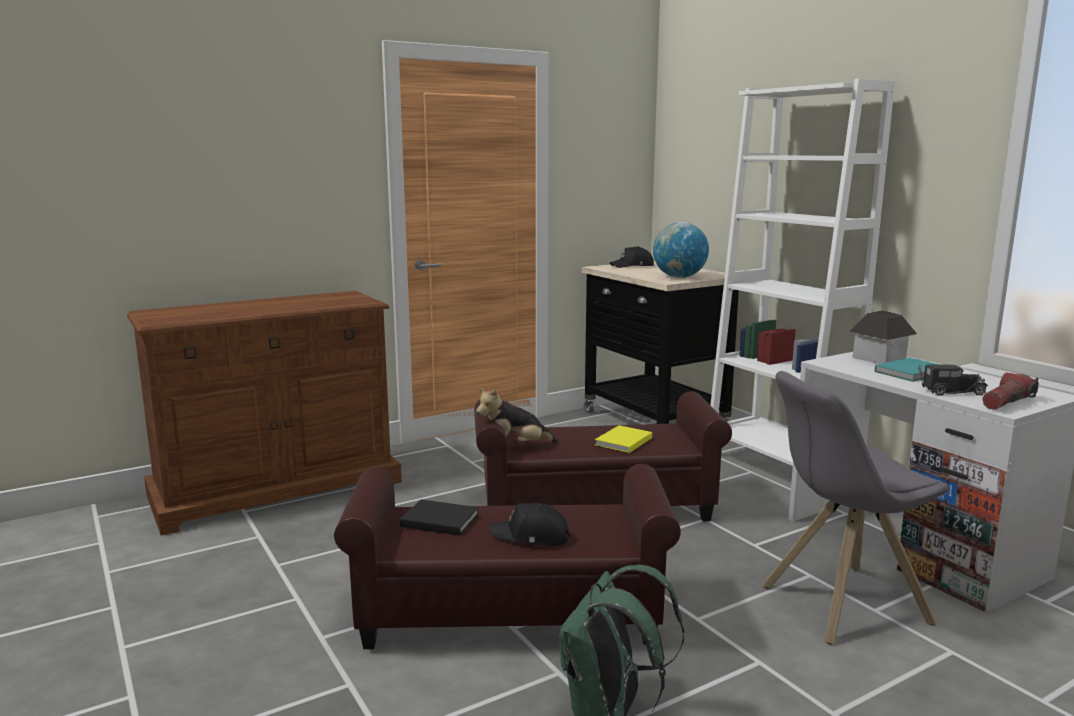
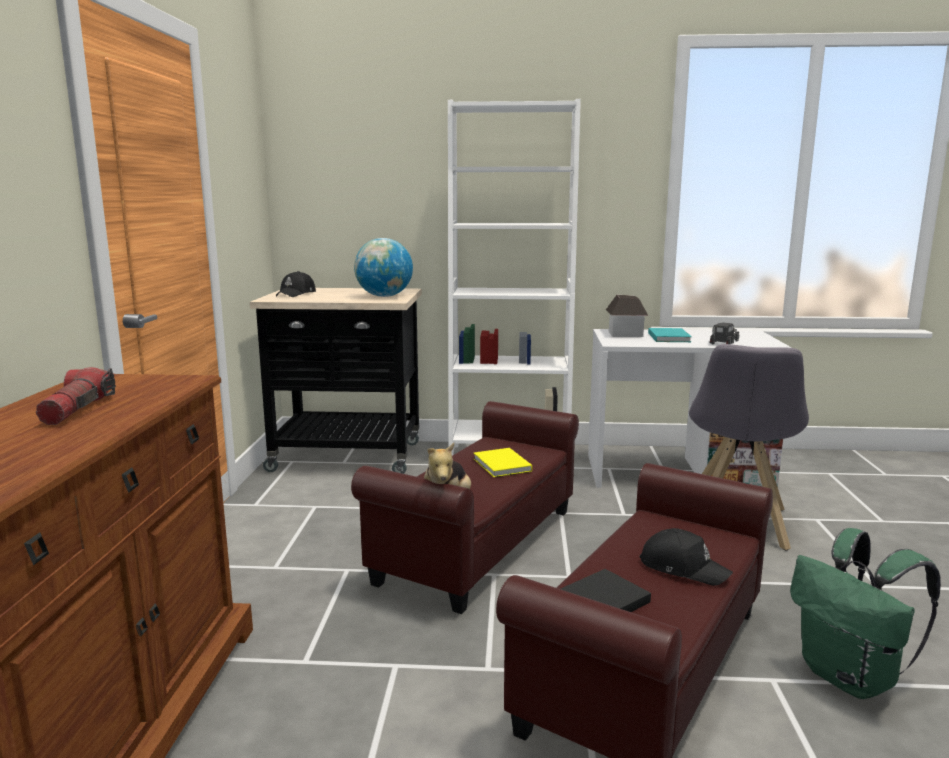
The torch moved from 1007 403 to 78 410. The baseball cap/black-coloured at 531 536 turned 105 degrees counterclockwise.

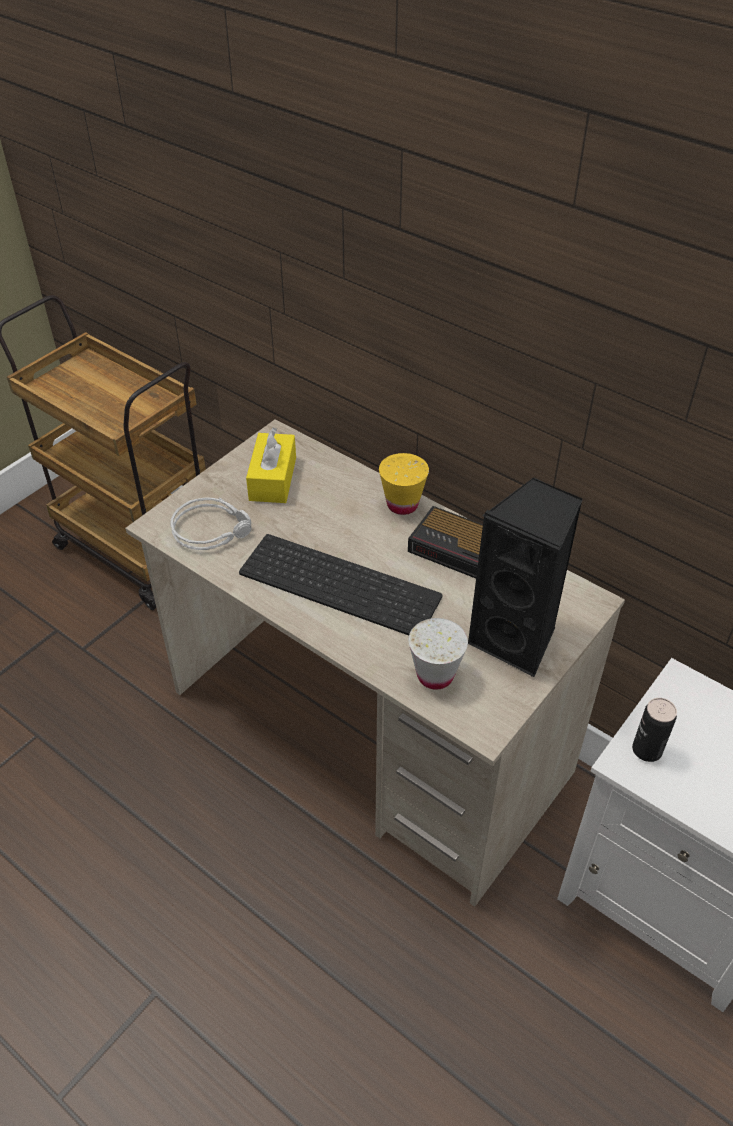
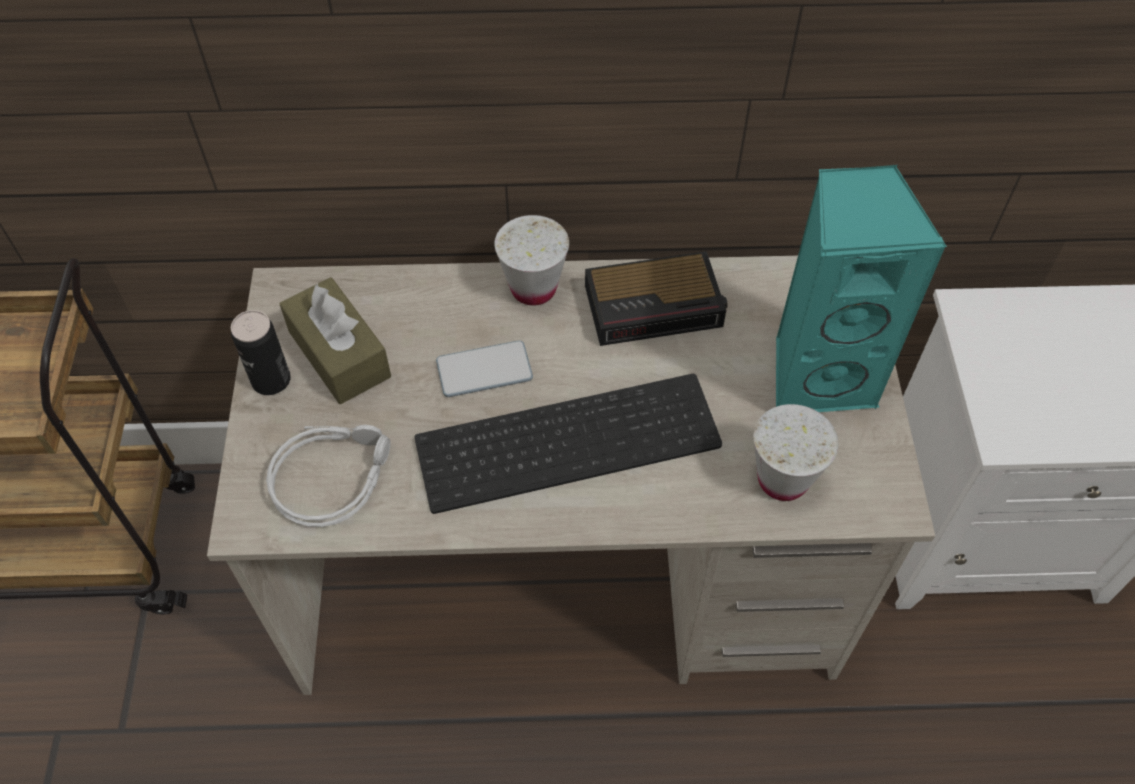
The handset at 484 370 appeared. The sealed can moved from 647 750 to 271 380. The box of tissues/yellow-coloured at 273 479 became the box of tissues/brownish at 339 354. The cup/yellow-coloured at 402 504 became the cup/white-coloured at 533 288. The speaker/black-coloured at 517 640 became the speaker/blue-green at 818 375.

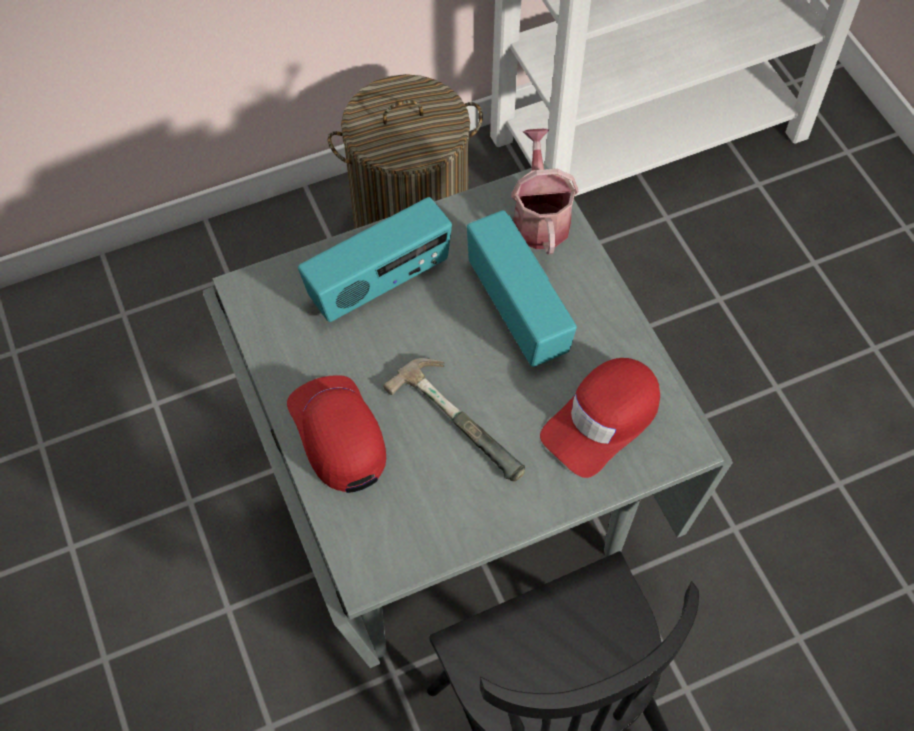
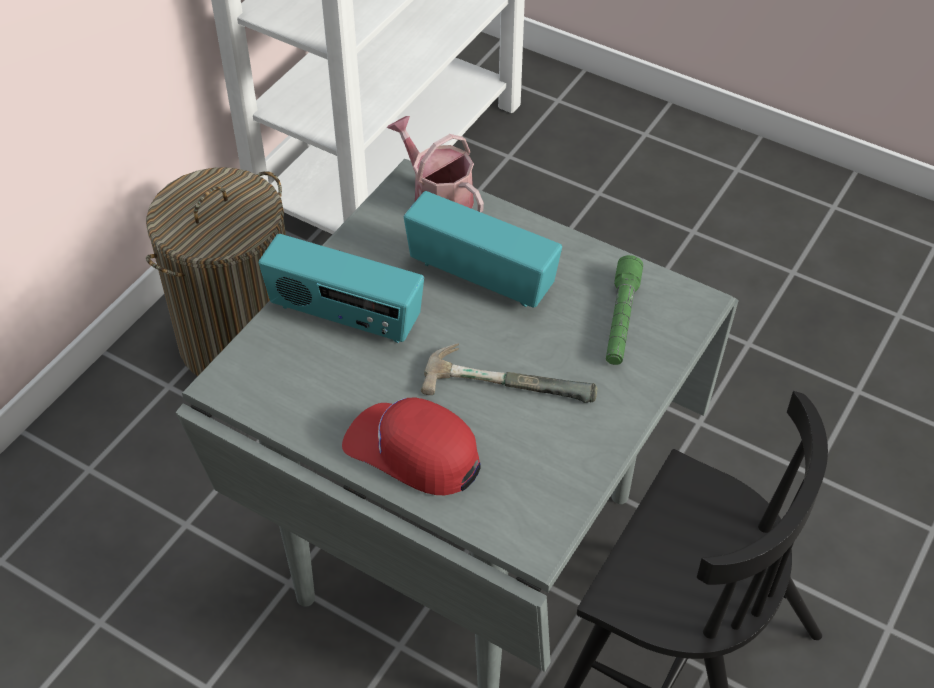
The baseball cap/red-coloured at 603 420 was replaced by the torch/greenish at 621 319. The radio at 380 283 turned 90 degrees clockwise.

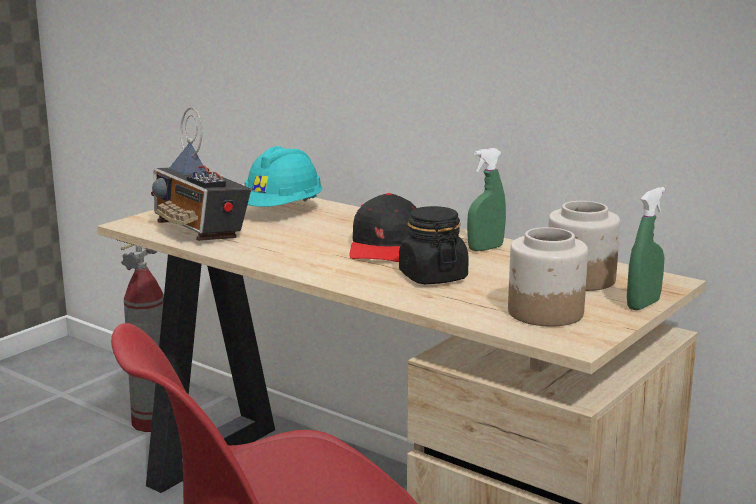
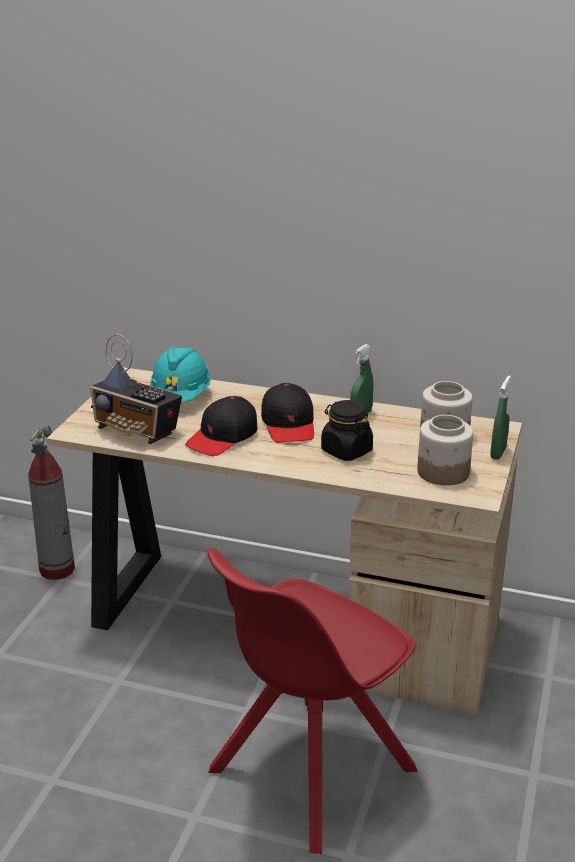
The baseball cap/black-coloured at 223 437 appeared.

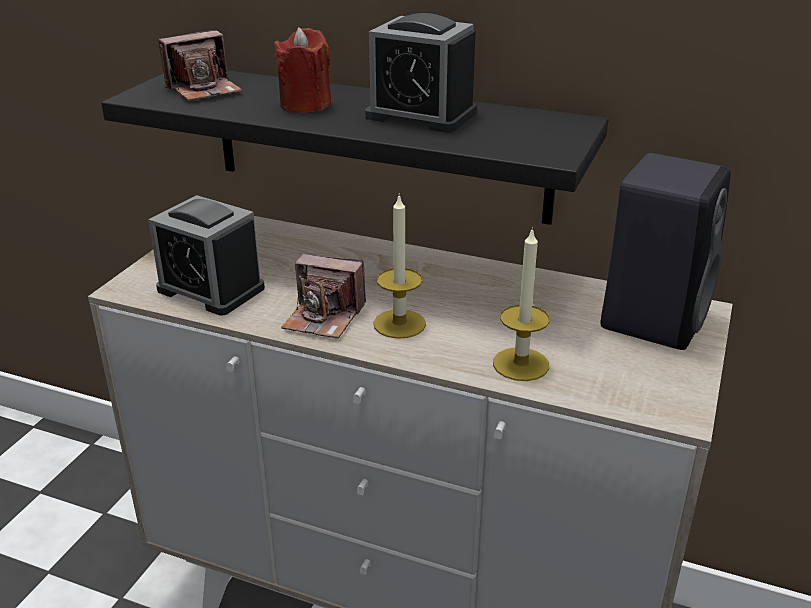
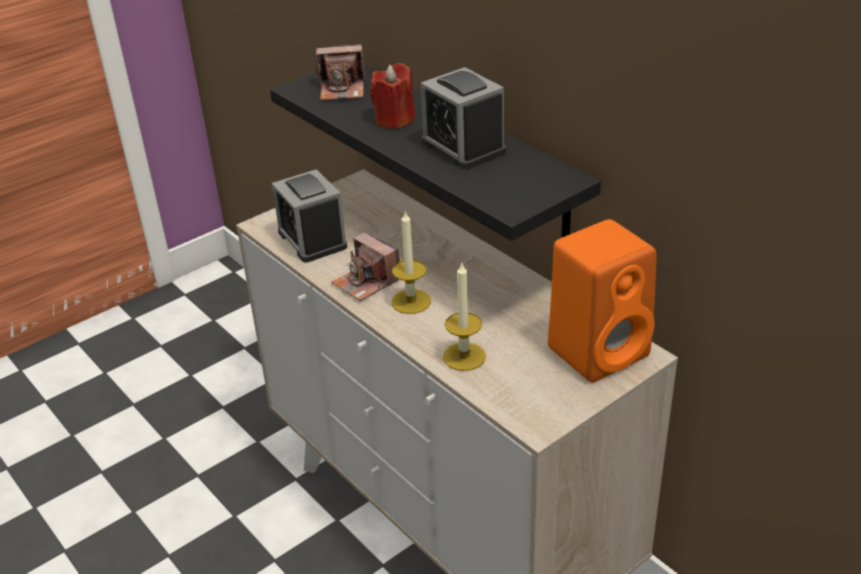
The speaker/black-coloured at 654 317 became the speaker/orange at 600 350.

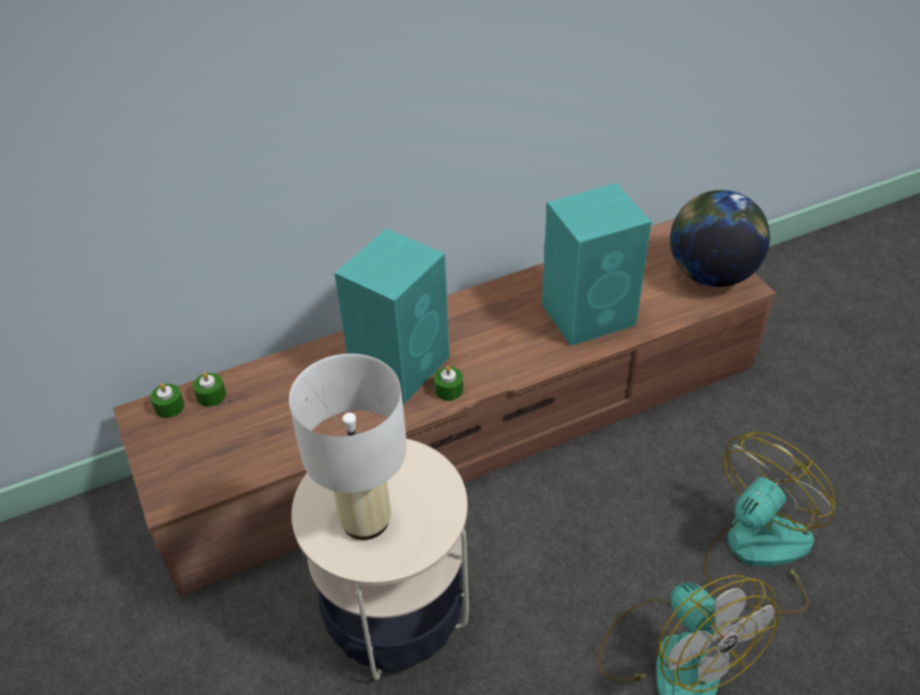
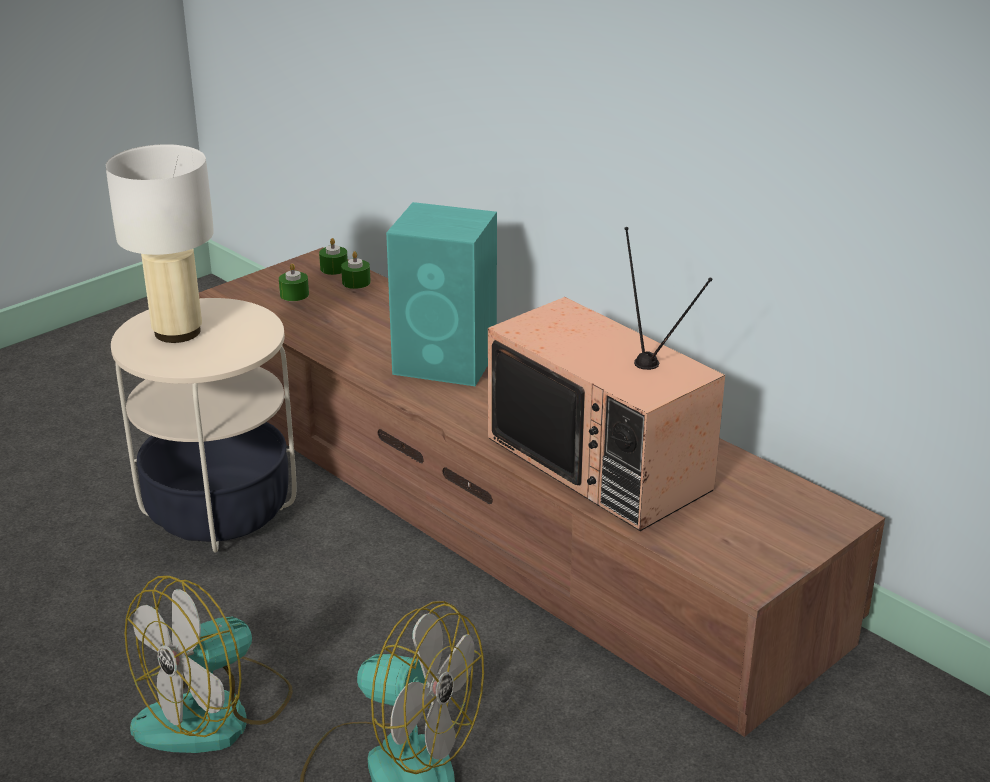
The world globe at 711 274 disappeared. The wax candle/greenish moved from 449 390 to 294 294. The speaker/blue-green at 590 314 was replaced by the TV at 604 463.

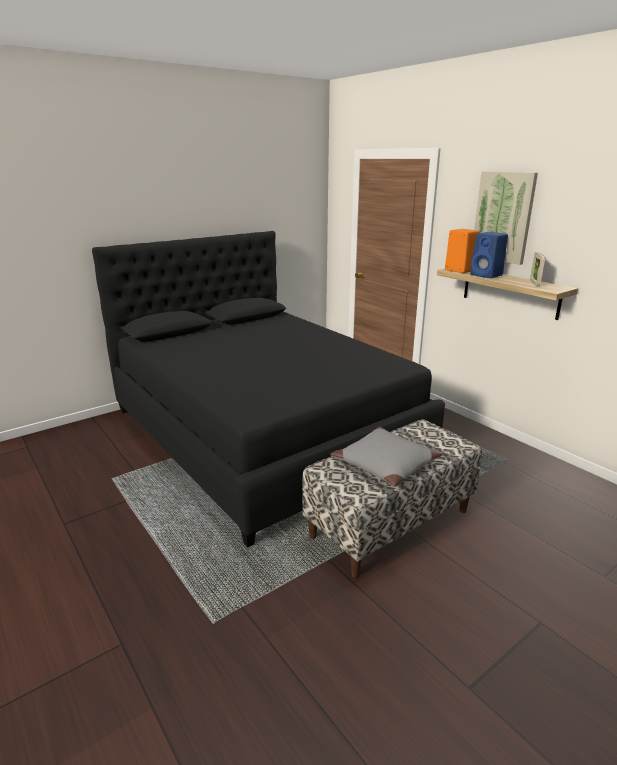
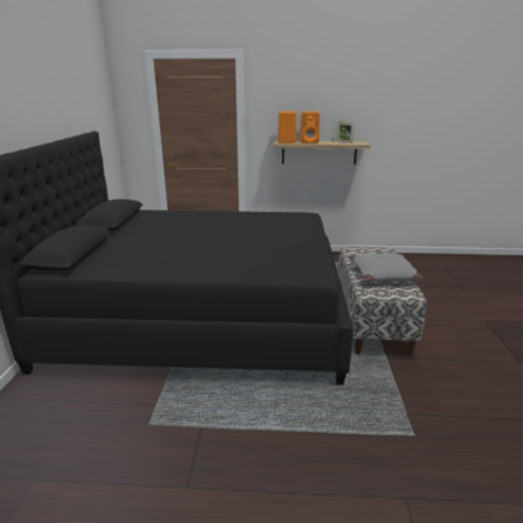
The wall picture at 503 217 disappeared. The speaker/blue at 487 275 became the speaker/orange at 309 142.

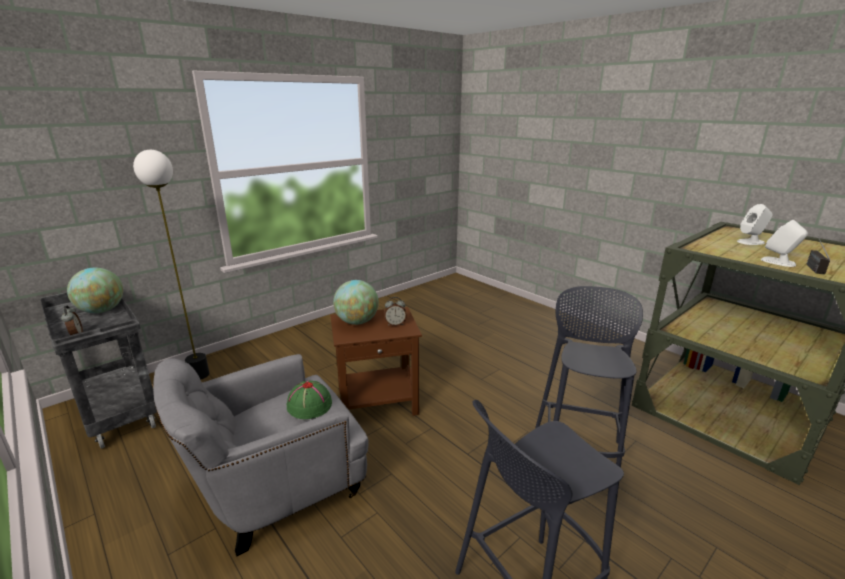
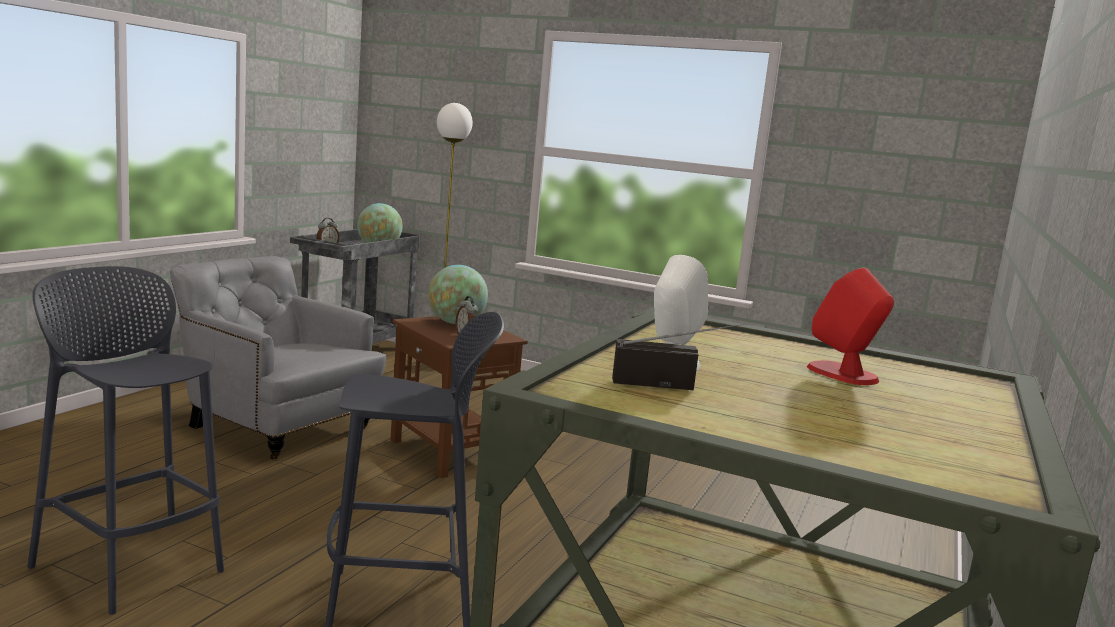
The wearable hat/greenish at 309 405 disappeared. The speaker/white-coloured at 751 242 became the speaker/red-coloured at 843 374.

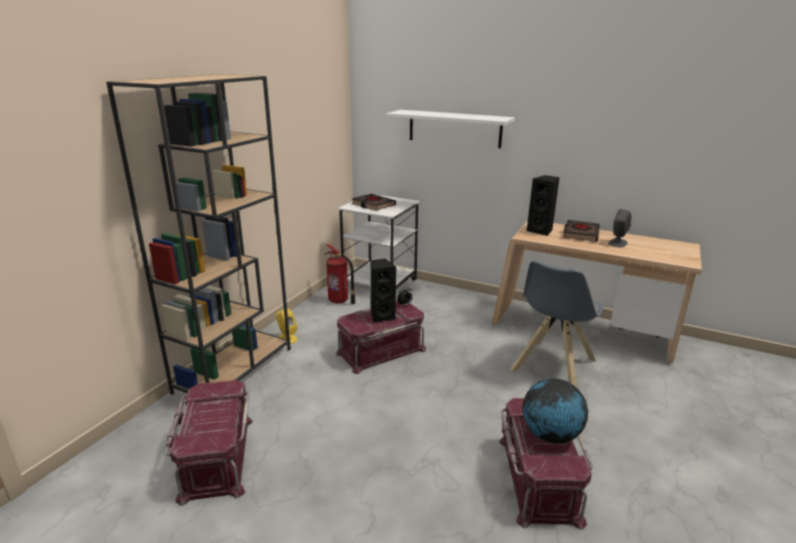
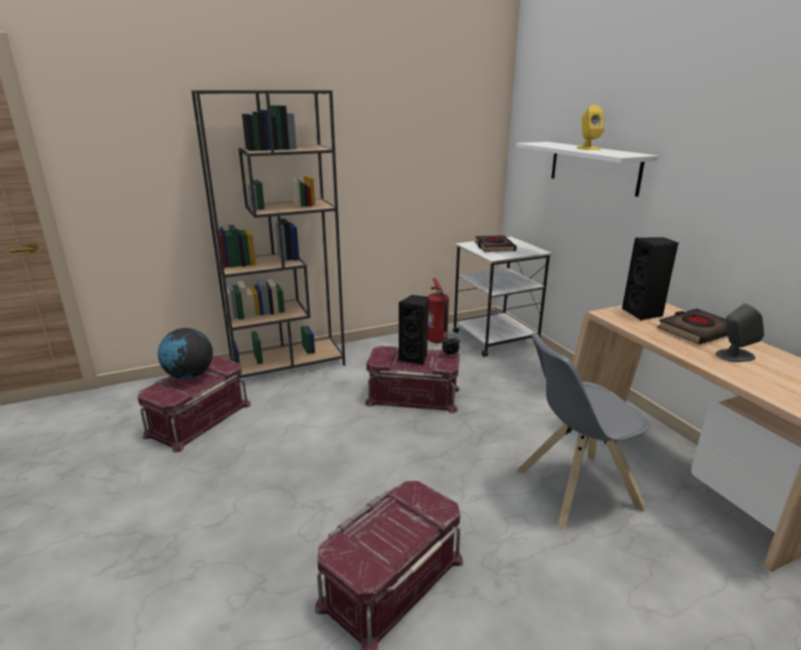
The speaker/yellow-coloured moved from 287 338 to 588 148. The world globe moved from 550 435 to 189 376.

